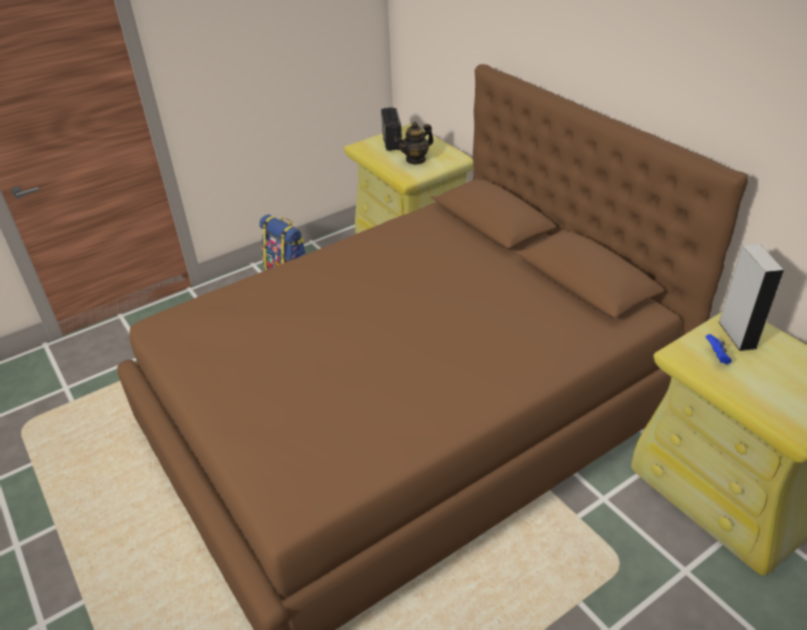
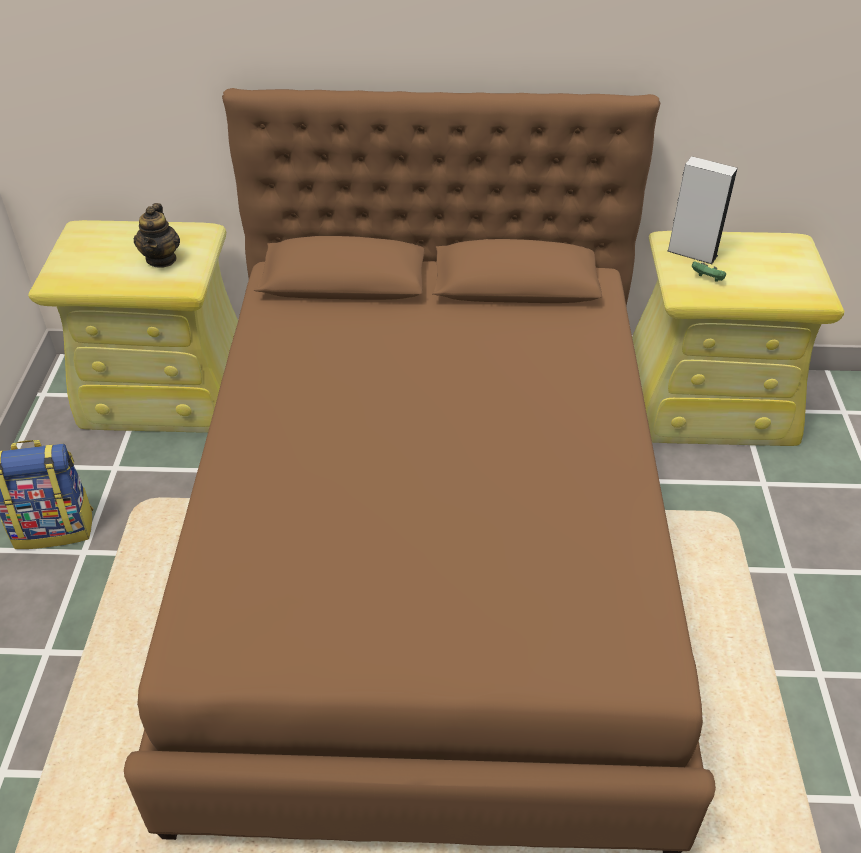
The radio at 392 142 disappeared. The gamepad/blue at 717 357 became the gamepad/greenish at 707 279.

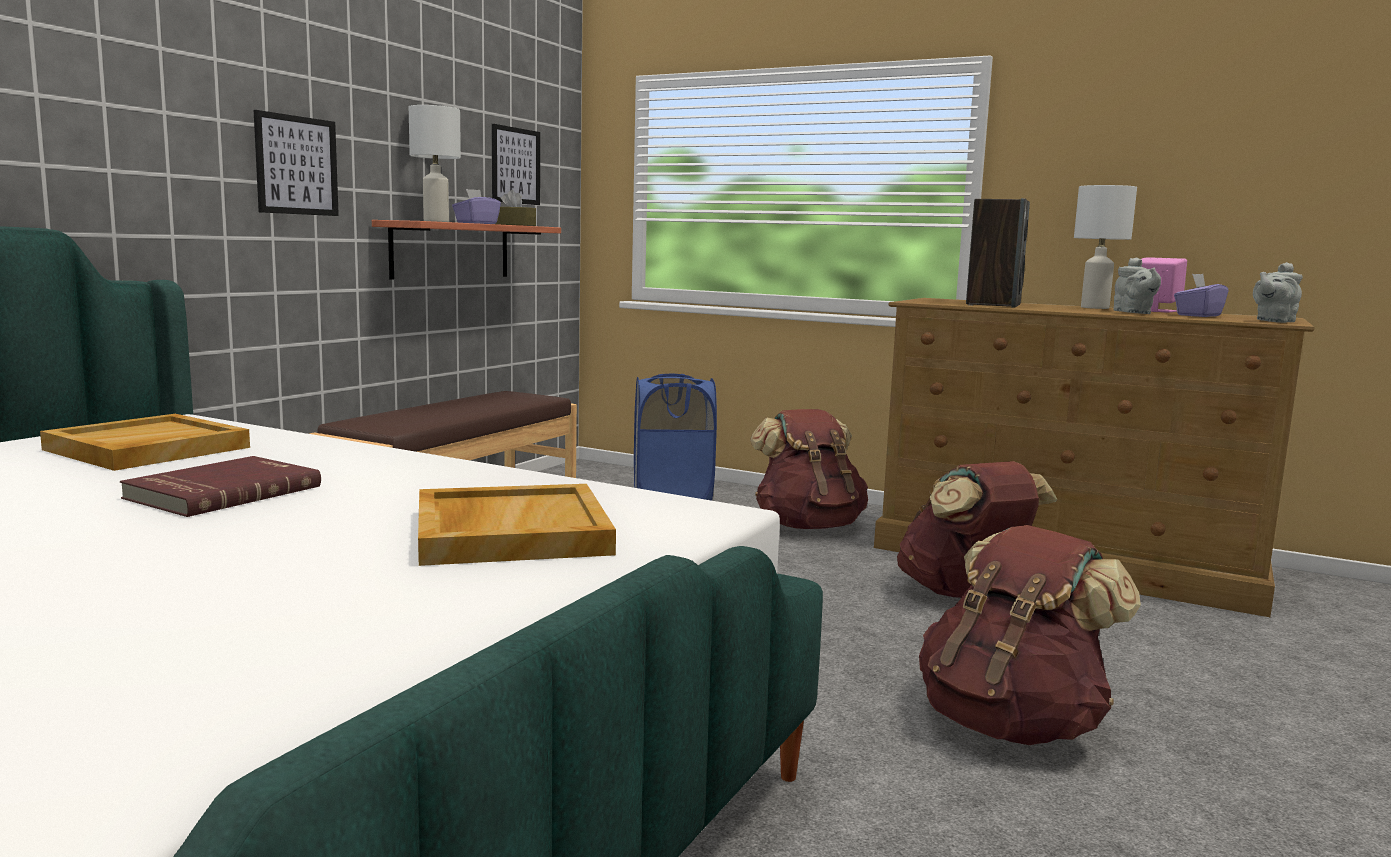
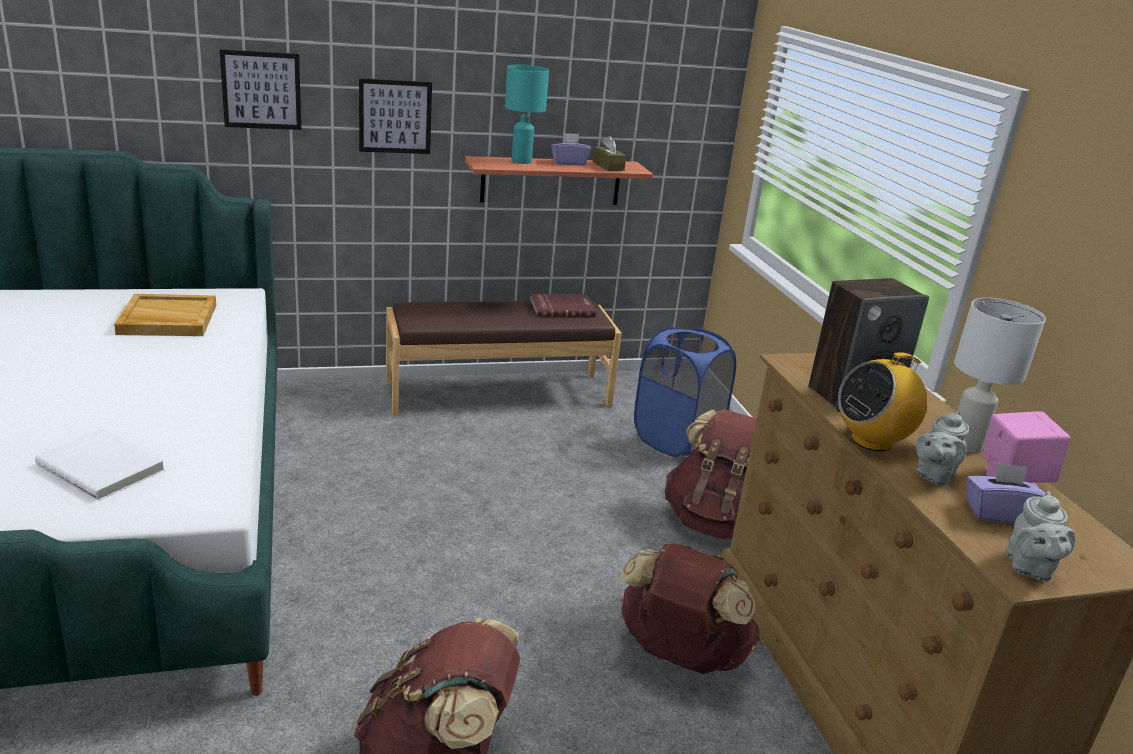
The radio at 872 441 appeared. The volume/red-coloured moved from 222 492 to 561 308. The wall picture moved from 515 166 to 261 90. The carrying tray/sand-coloured at 509 532 was replaced by the volume/white-coloured at 103 467. The lamp for a table/white-coloured at 437 221 became the lamp for a table/blue-green at 522 161. The tea pot/greyish at 1273 321 turned 90 degrees counterclockwise.

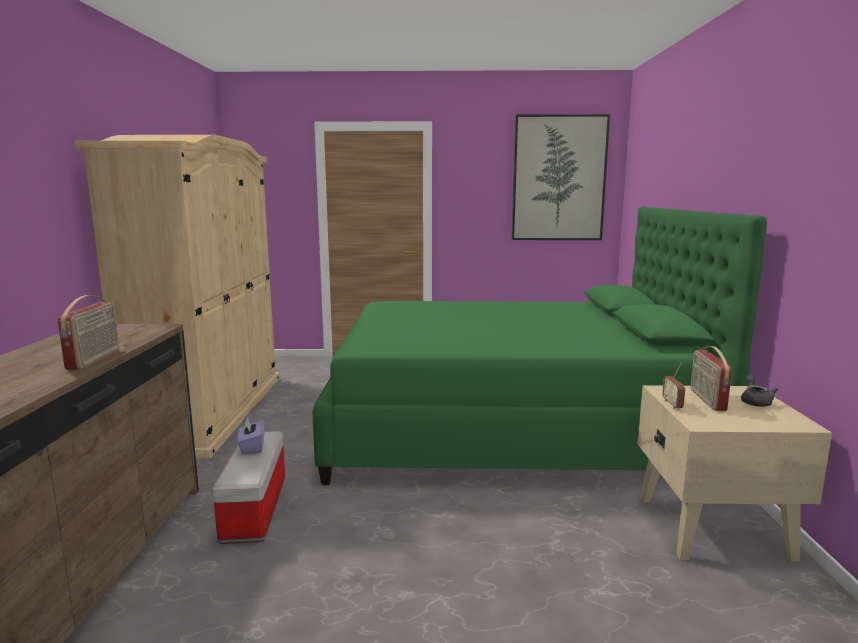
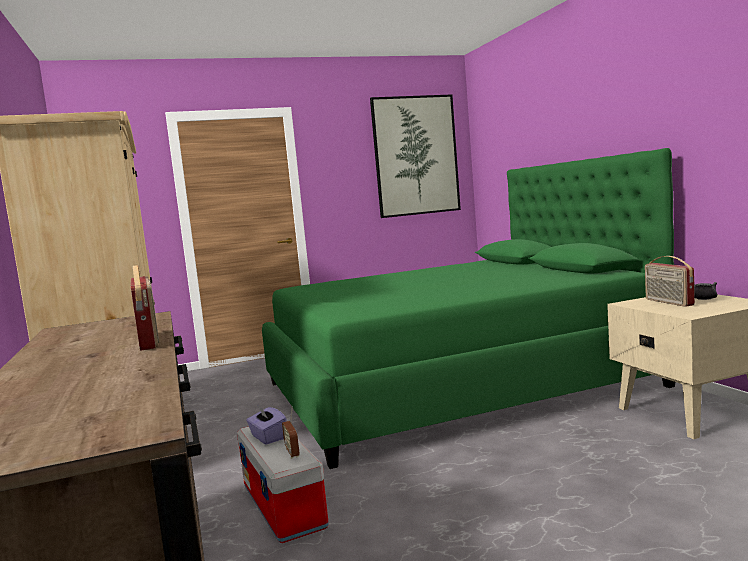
The radio moved from 672 405 to 292 453.

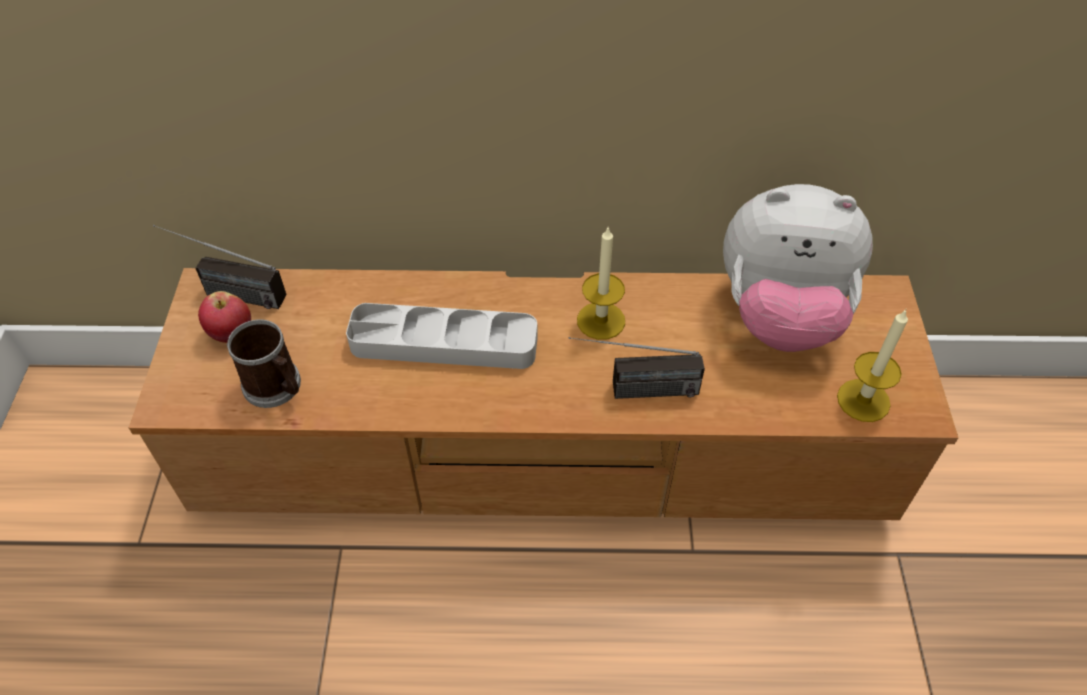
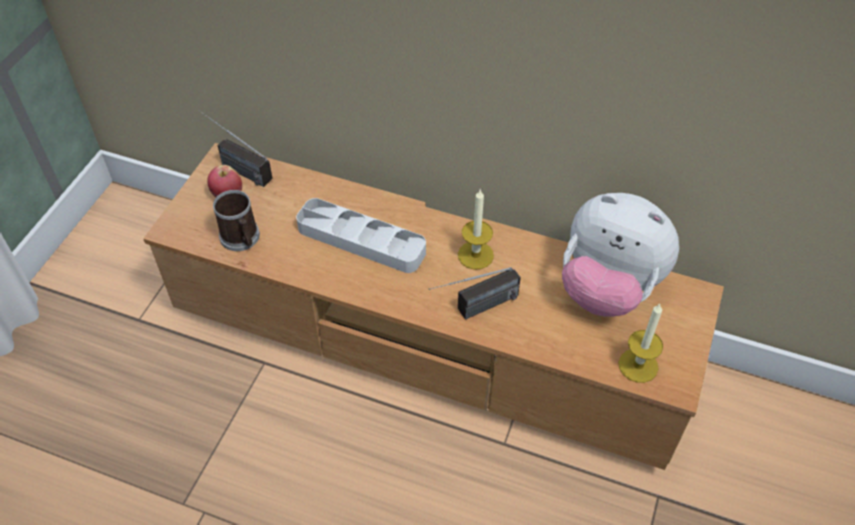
The radio at 632 391 turned 45 degrees counterclockwise.

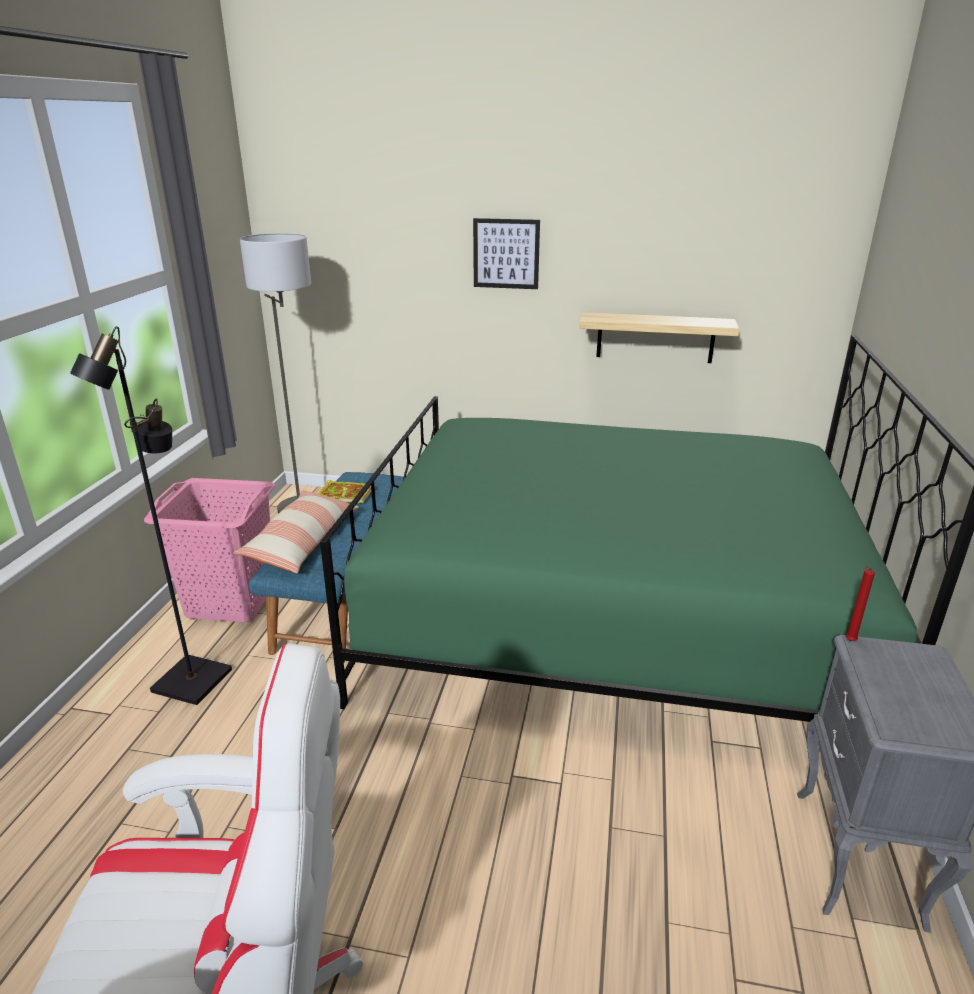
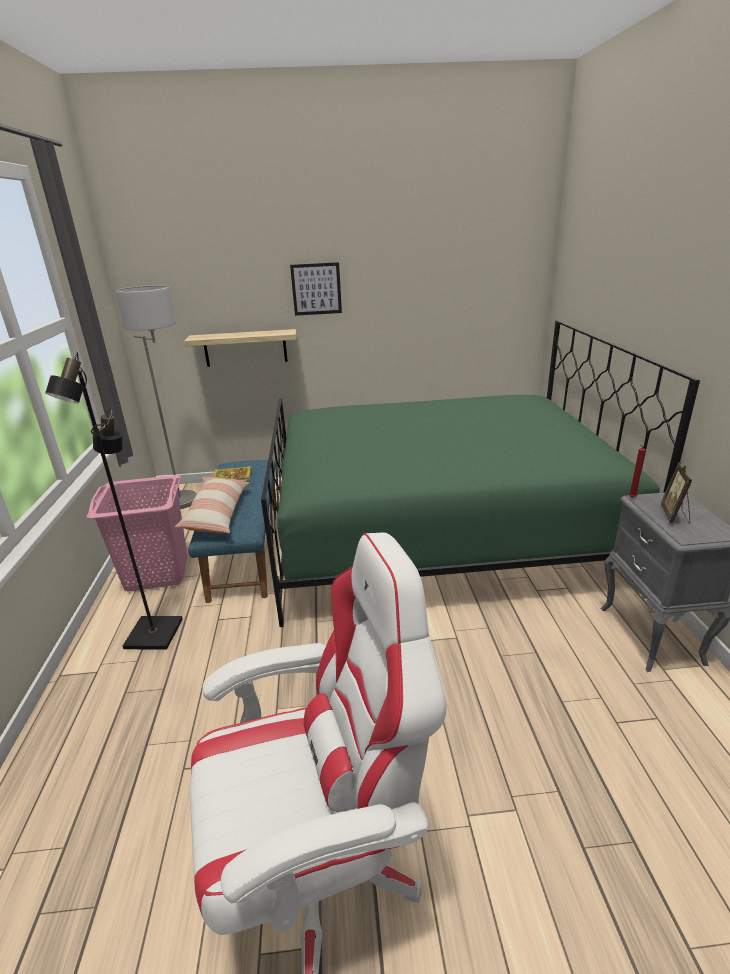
The photo frame at 674 516 appeared. The shelf moved from 655 337 to 245 348.

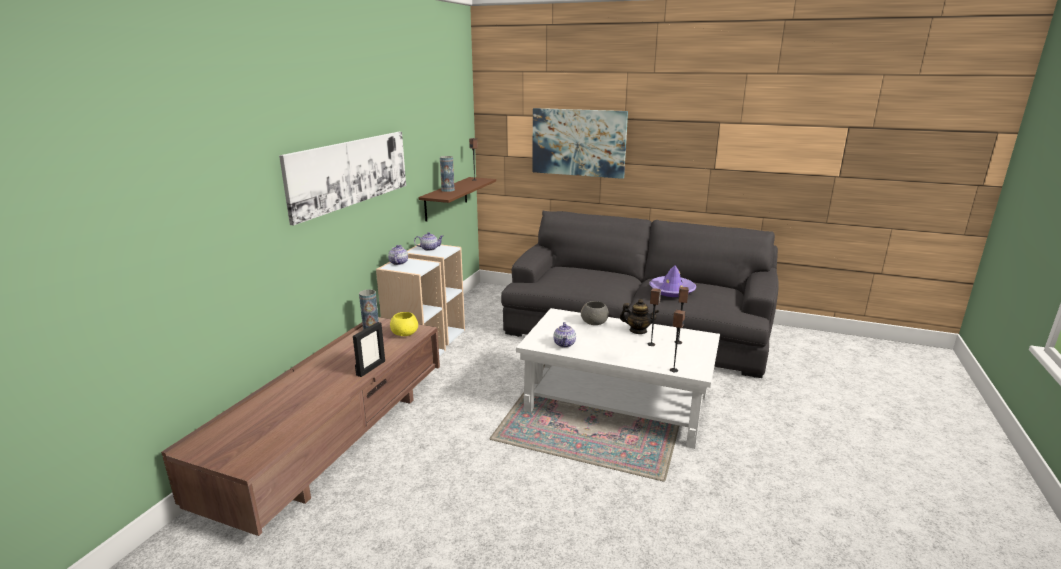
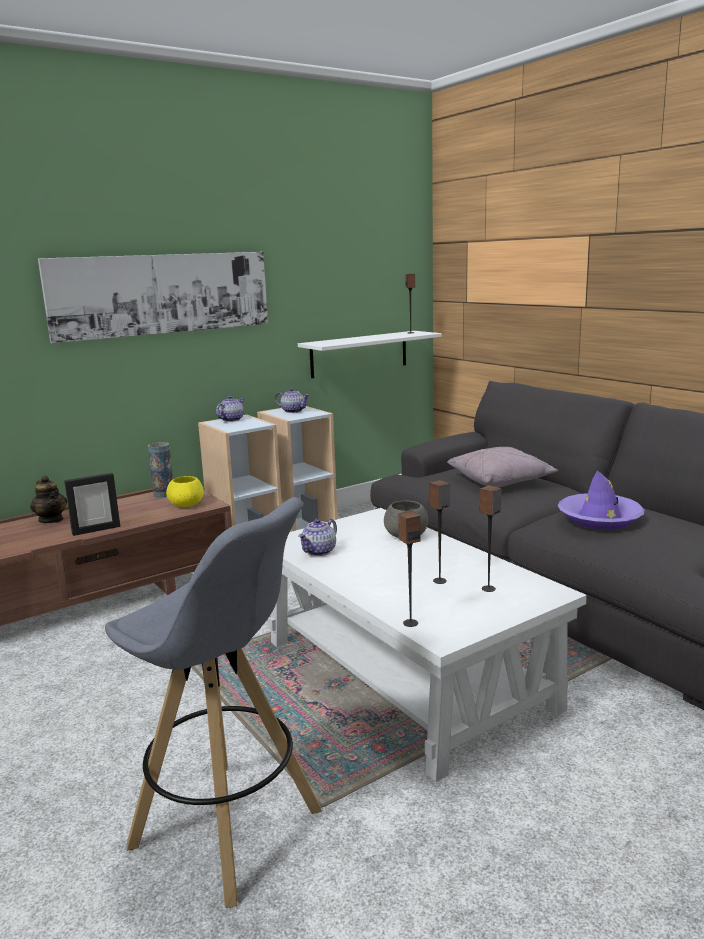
The vase at 448 190 disappeared. The wall picture at 578 142 disappeared. The stool/greyish at 229 831 appeared. The pillow/purplish at 501 481 appeared. The tea pot moved from 638 331 to 51 520. The shelf/brownish at 446 198 became the shelf/white-coloured at 359 354.

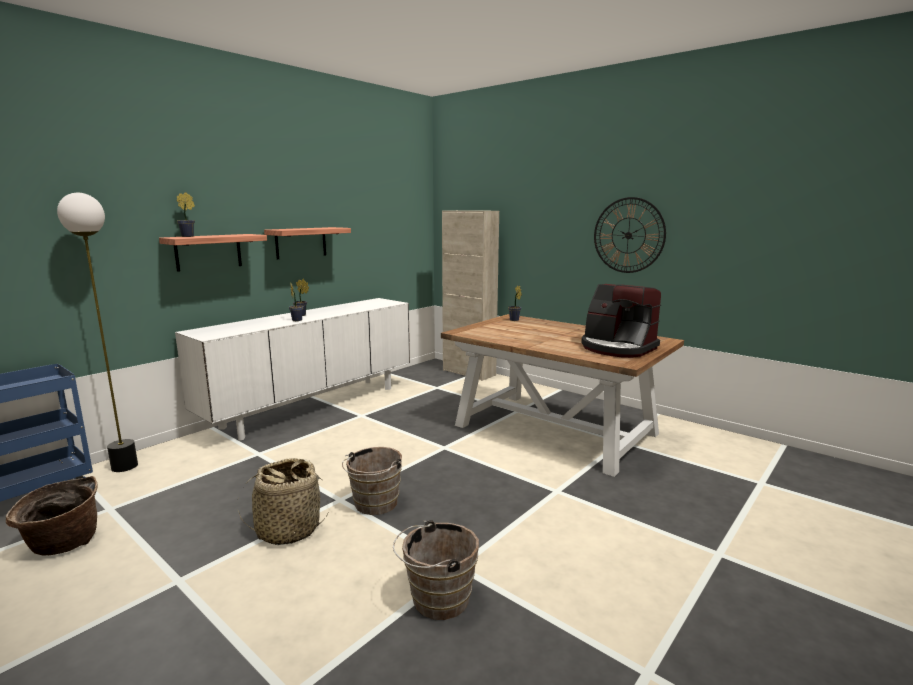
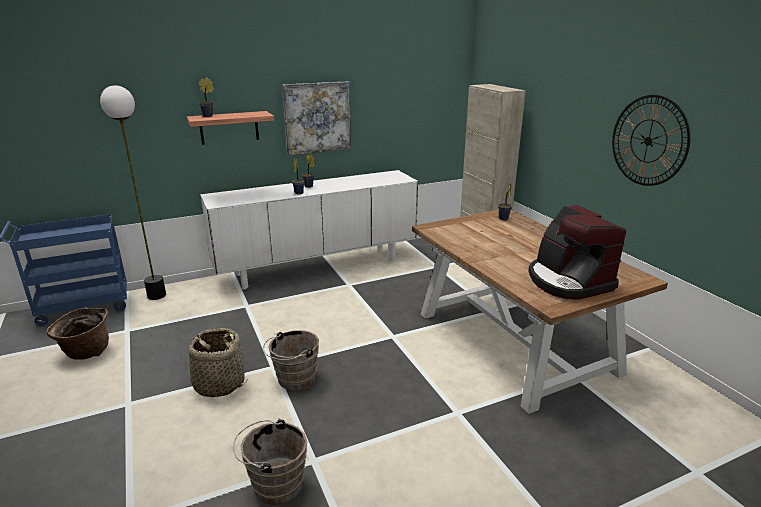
The shelf at 301 242 was replaced by the wall picture at 317 117.

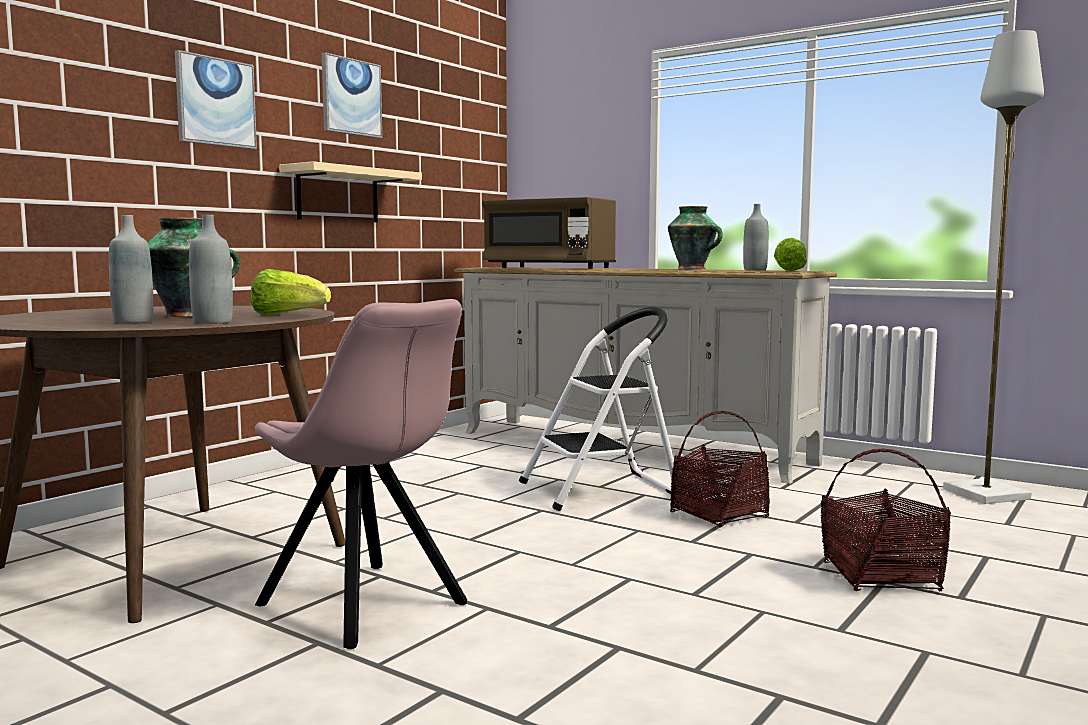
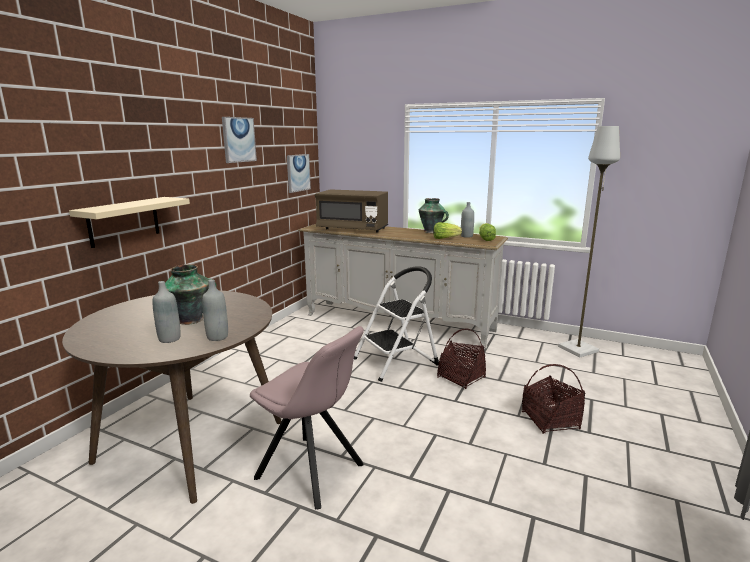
The wall picture moved from 215 102 to 298 173. The lettuce head moved from 287 315 to 445 238. The shelf/sand-coloured moved from 337 195 to 124 221.

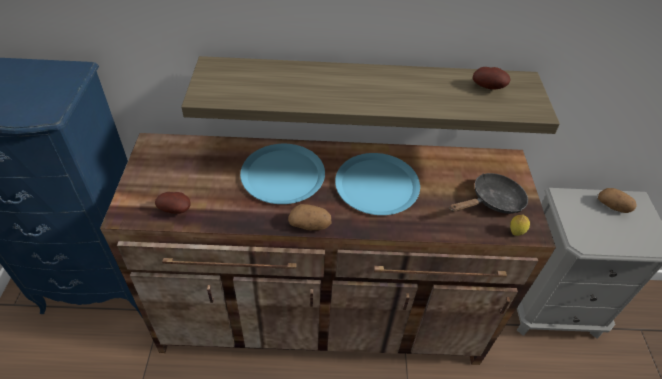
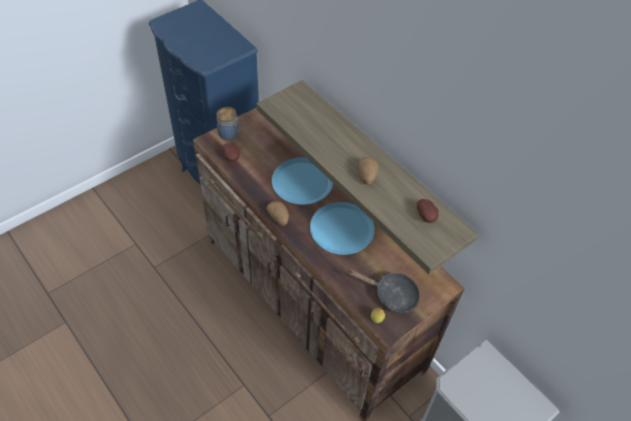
The preserve jar at 229 134 appeared. The potato moved from 613 206 to 367 176.

